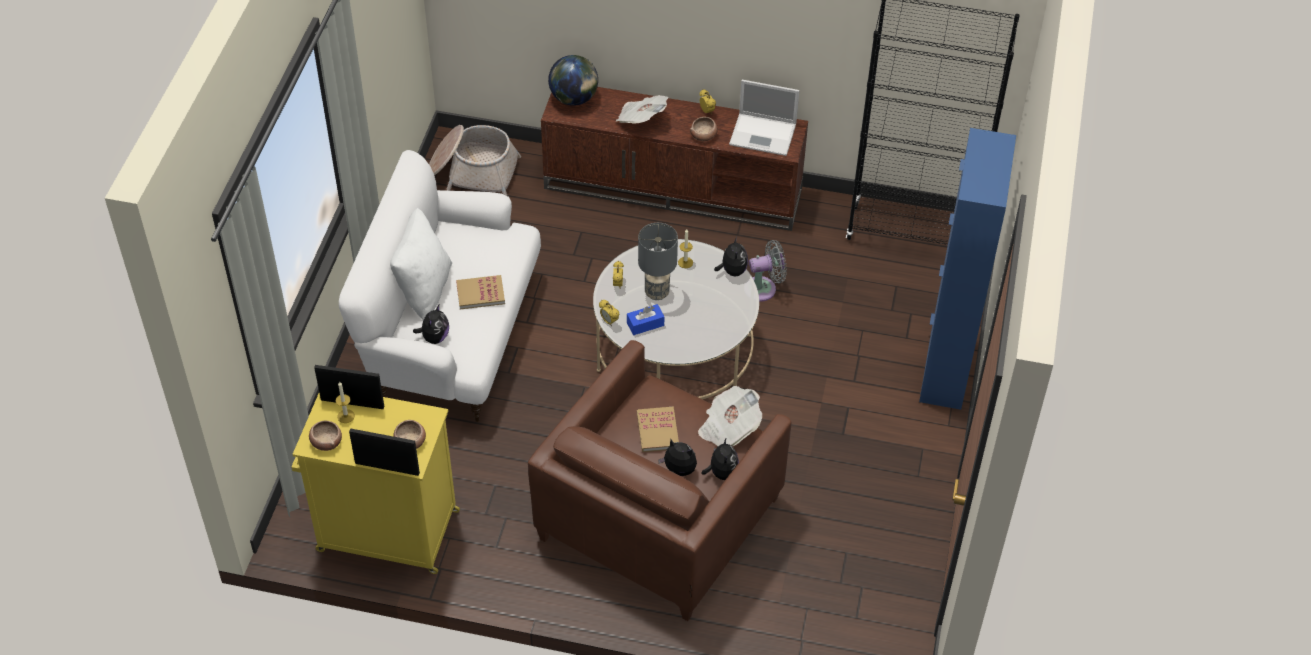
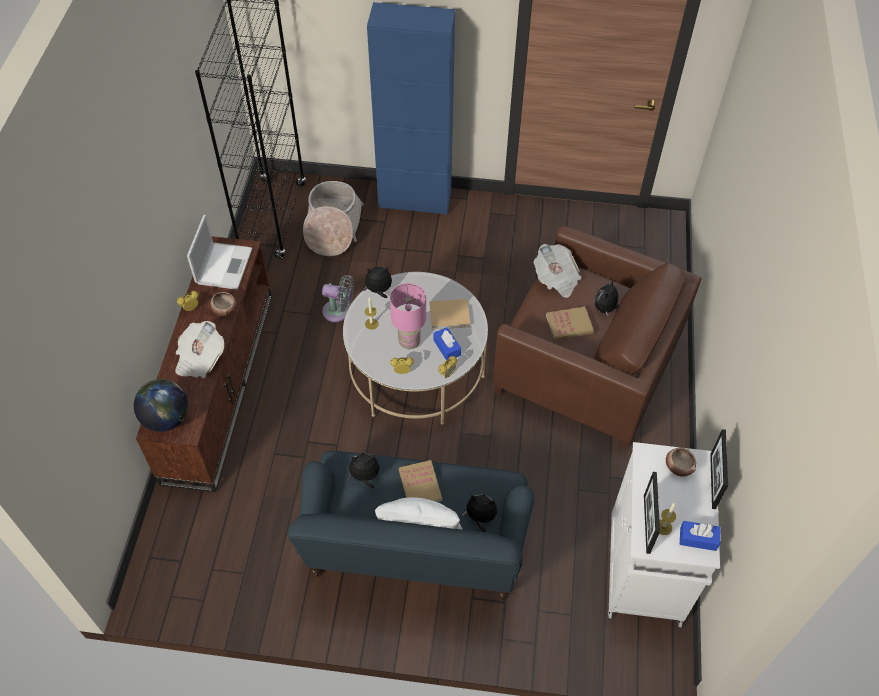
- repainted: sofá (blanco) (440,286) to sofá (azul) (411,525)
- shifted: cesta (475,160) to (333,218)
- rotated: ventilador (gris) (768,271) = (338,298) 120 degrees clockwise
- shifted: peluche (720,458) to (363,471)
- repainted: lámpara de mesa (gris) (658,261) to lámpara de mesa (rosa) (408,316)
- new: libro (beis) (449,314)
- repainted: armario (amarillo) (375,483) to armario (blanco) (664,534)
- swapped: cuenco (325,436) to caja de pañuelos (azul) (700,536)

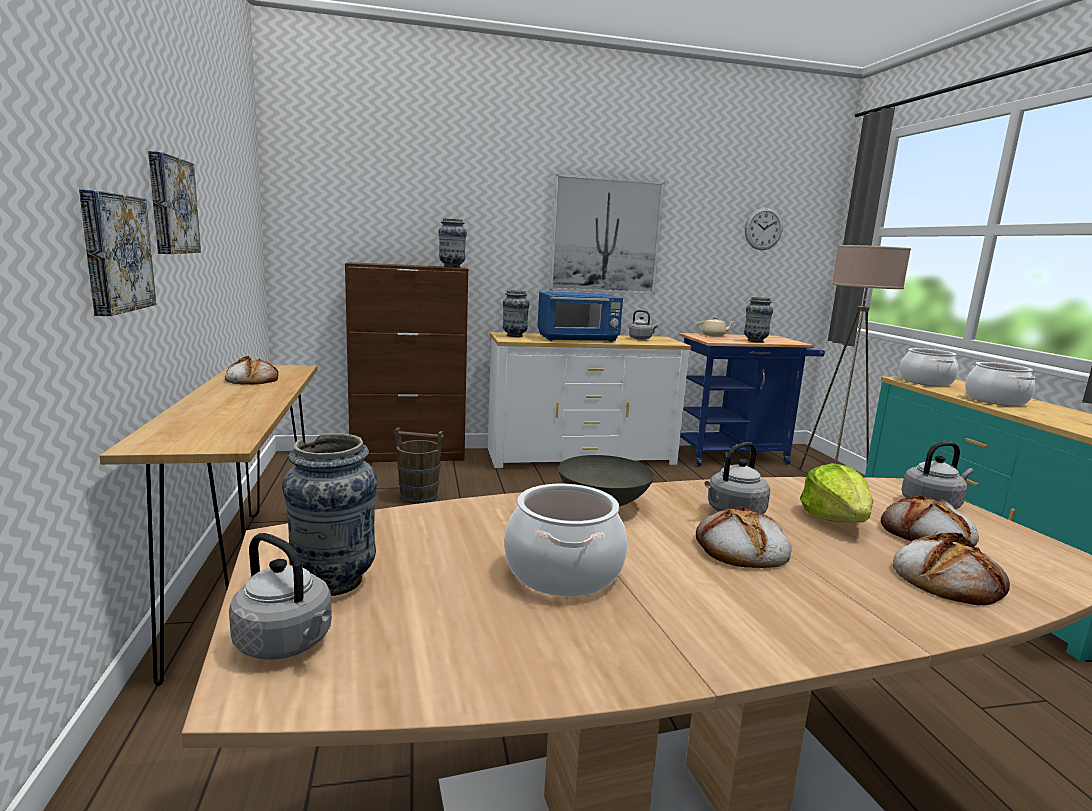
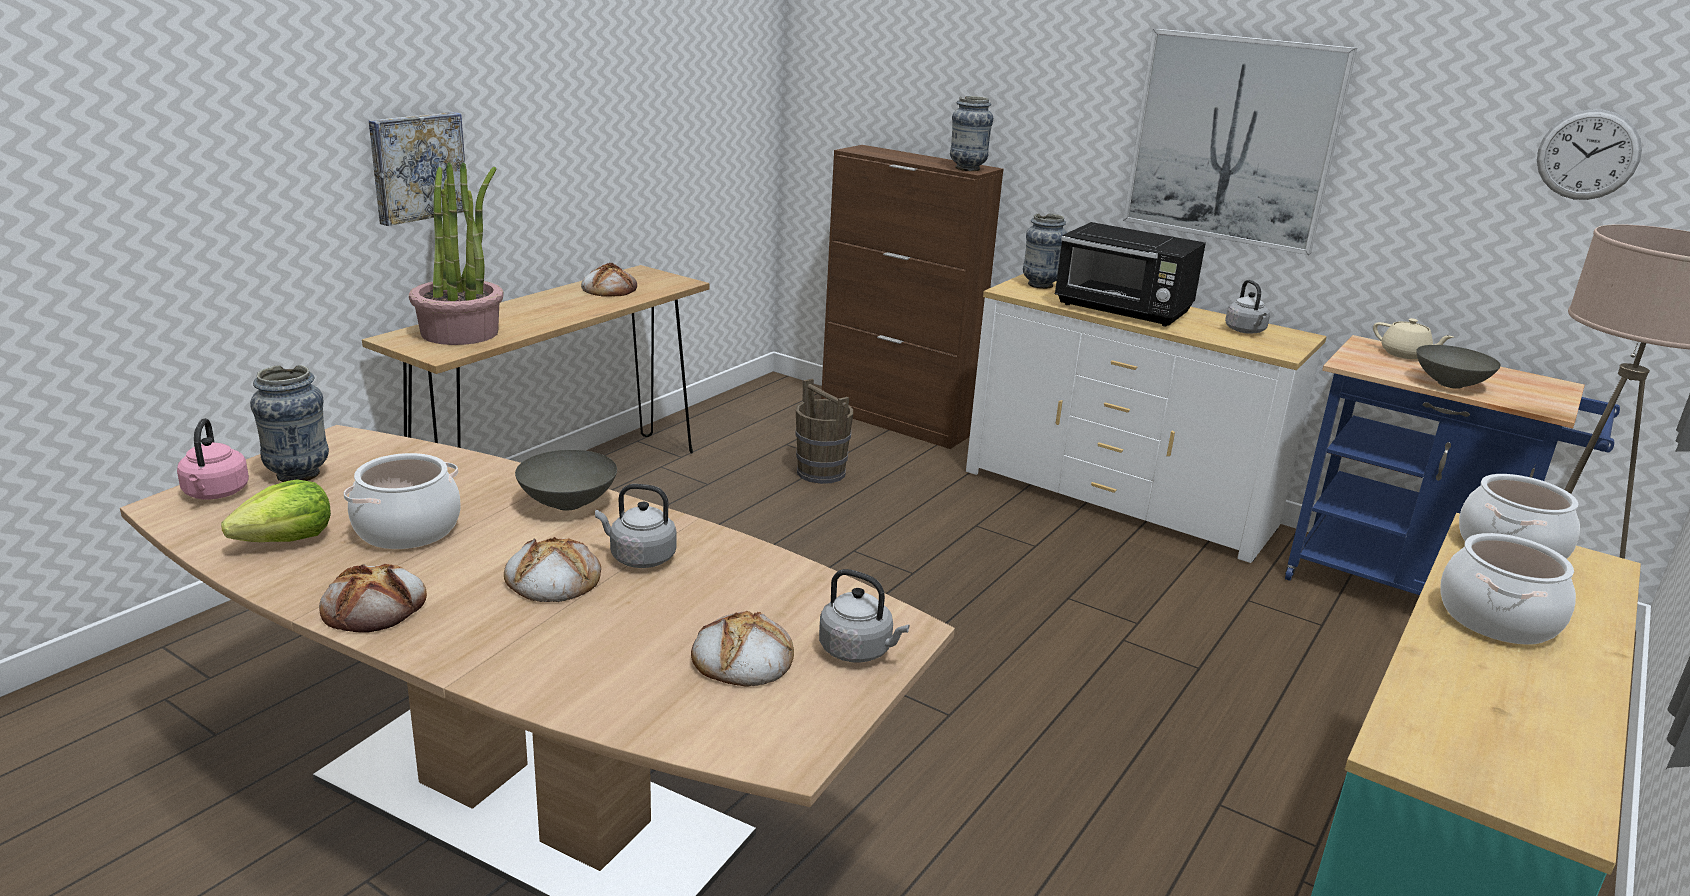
- repainted: hervidor (gris) (280,596) to hervidor (rosa) (213,458)
- shifted: lechuga (837,493) to (276,510)
- shifted: pan (951,569) to (373,598)
- new: planta en maceta (456,253)
- repainted: microondas (azul) (580,316) to microondas (negro) (1130,274)
- swapped: florero (758,320) to cuenco (gris) (1458,367)
- gone: cuadro (174,202)

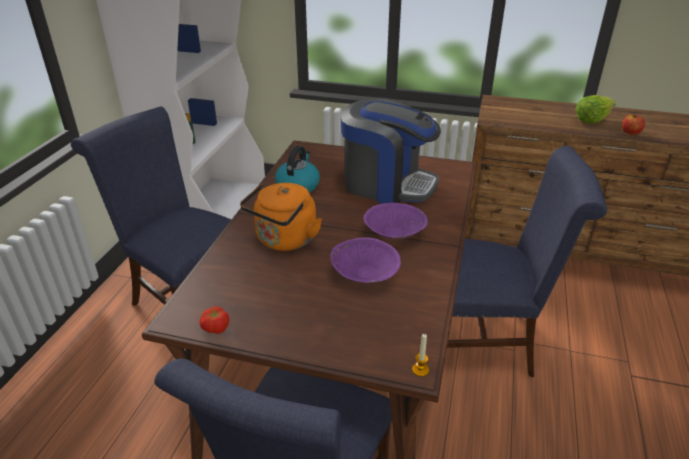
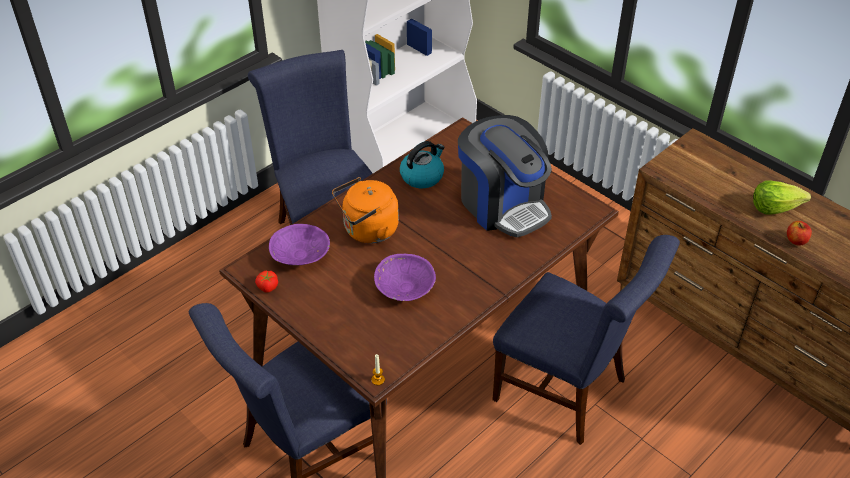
- shifted: cuenco (morado) (395,221) to (299,245)

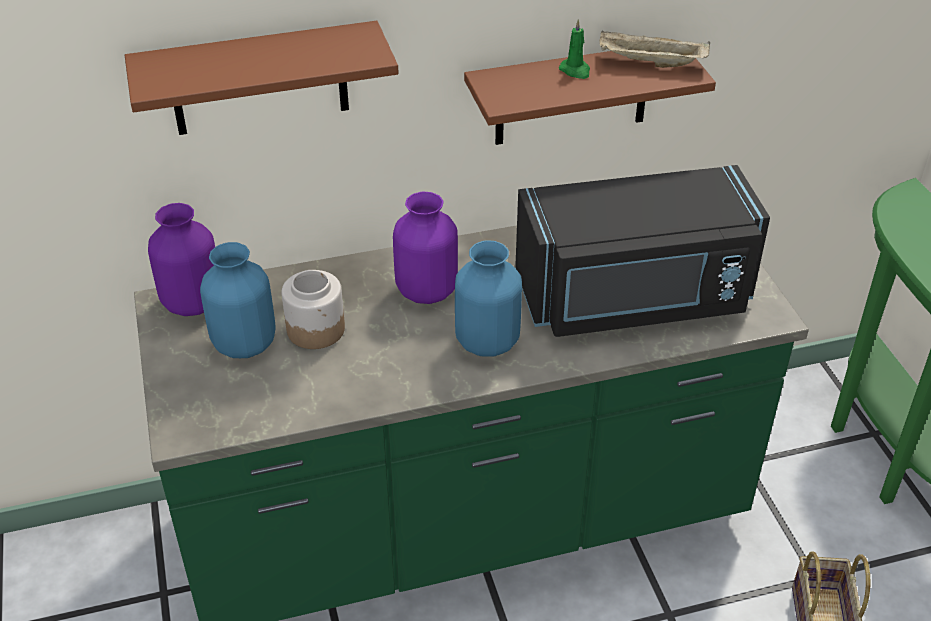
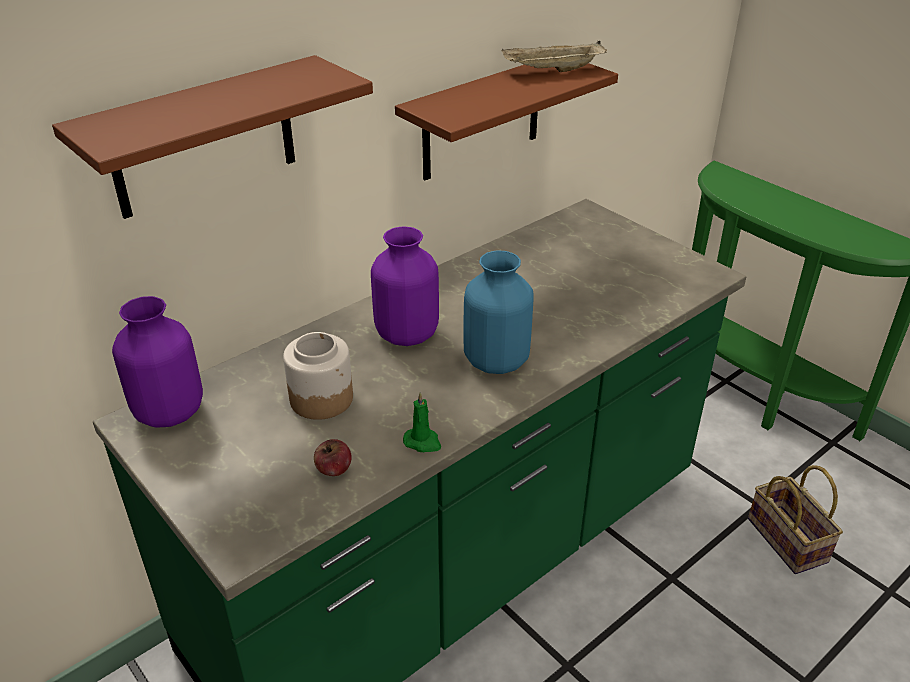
- new: manzana (332,457)
- shifted: vela (verde) (574,49) to (422,422)
- gone: florero (azul) (238,300)
- gone: microondas (negro) (642,251)

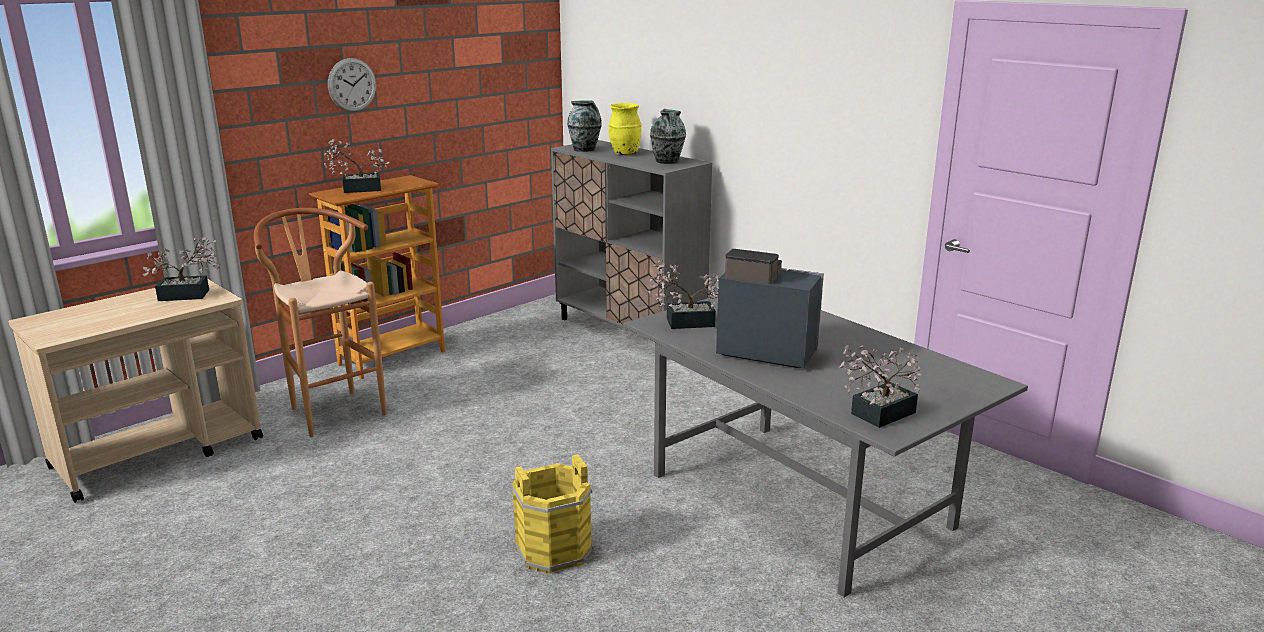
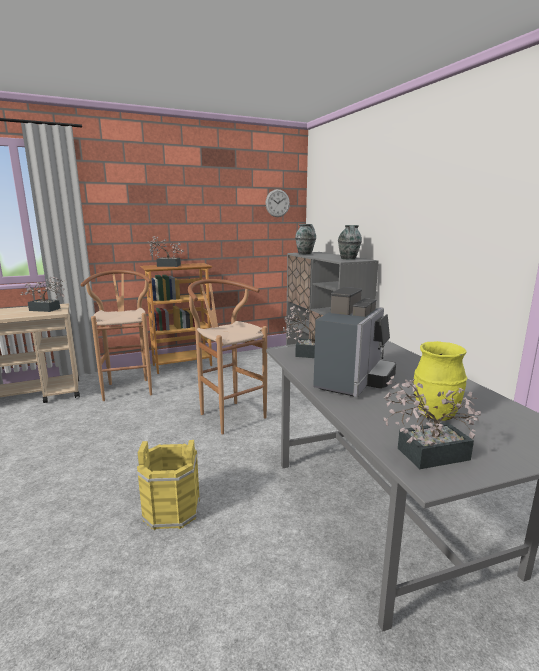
- new: taburete (marrón) (227,356)
- shifted: reloj de pared (352,85) to (277,203)
- rotated: cafetera (770,308) = (354,342) 75 degrees clockwise
- shifted: florero (amarillo) (625,129) to (440,381)

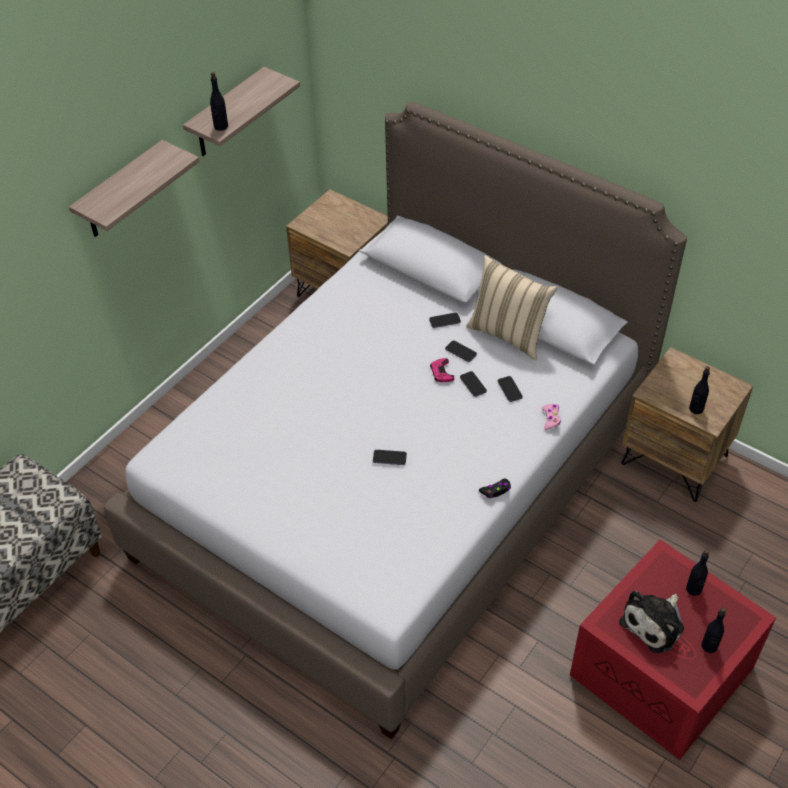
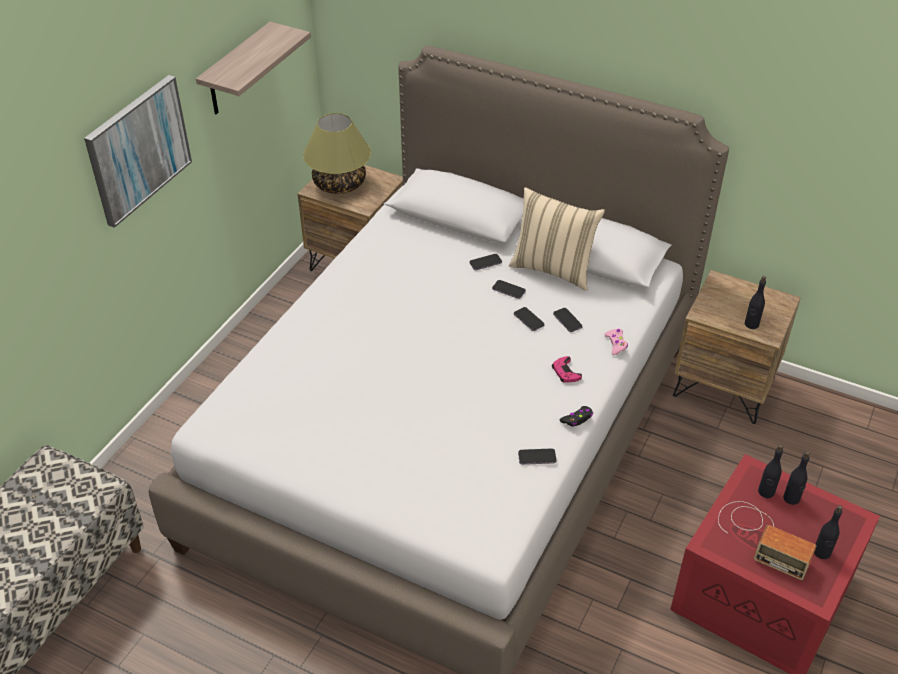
- swapped: estante (134,188) to cuadro (138,151)
- new: lámpara de mesa (337,153)
- shifted: móvil (390,457) to (537,456)
- shifted: mando de consola (rosa) (442,370) to (567,369)
- swapped: peluche (651,622) to radio (767,540)
- shifted: botella (negro) (219,101) to (770,471)

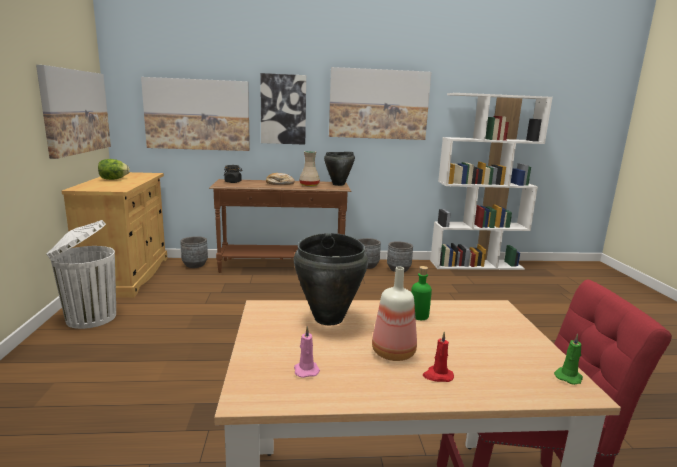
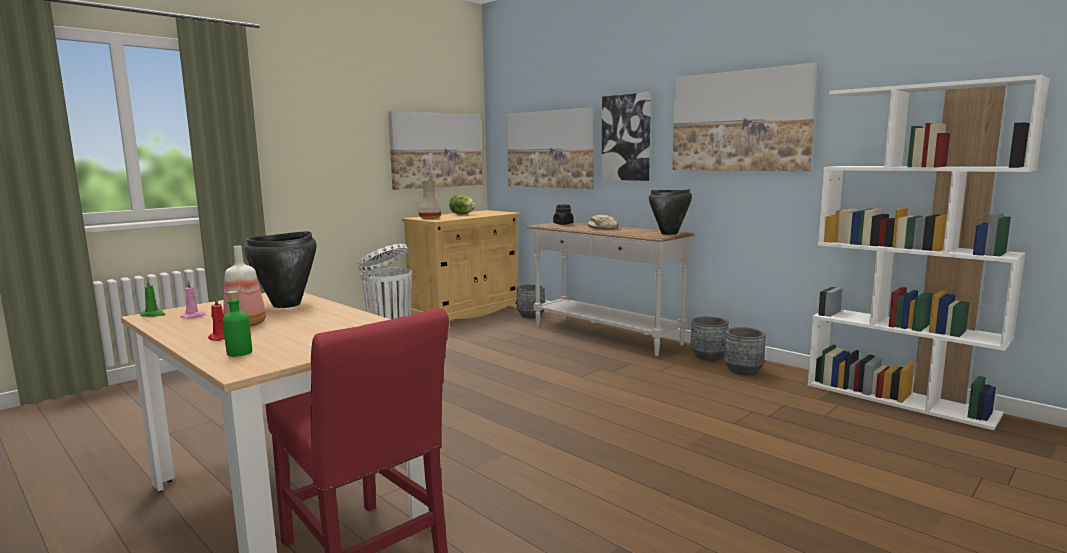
- shifted: vela (verde) (568,359) to (153,298)
- shifted: botella (verde) (421,293) to (237,324)
- shifted: florero (beis) (309,168) to (429,200)
- repainted: mesa consola (marrón) (280,226) to mesa consola (blanco) (610,289)

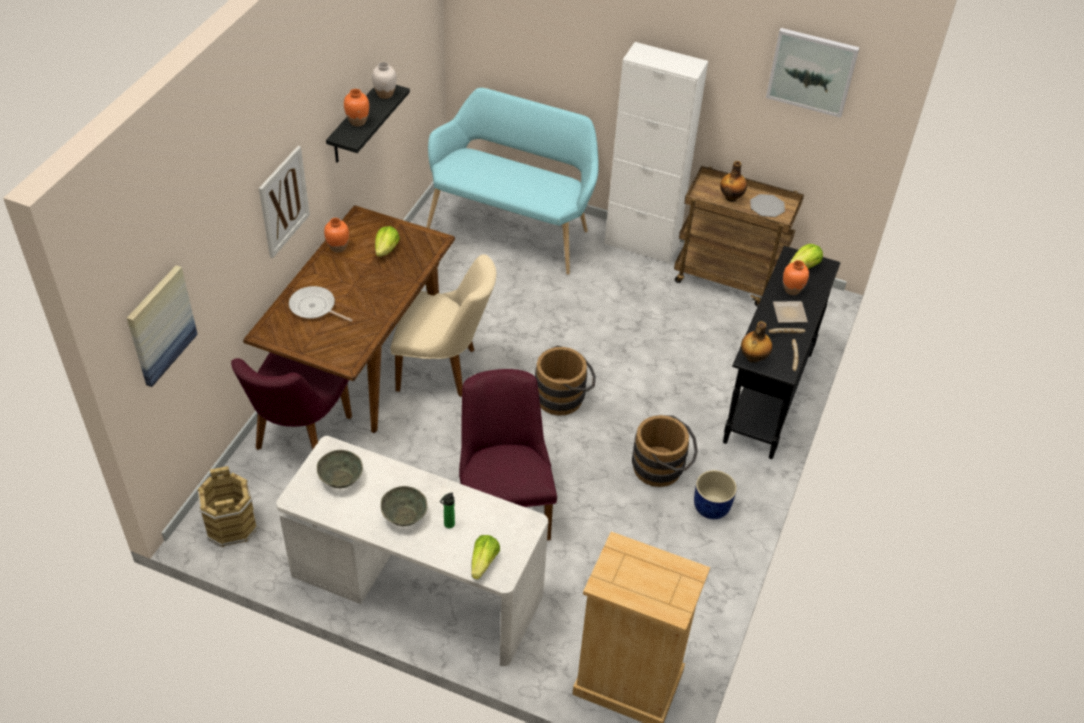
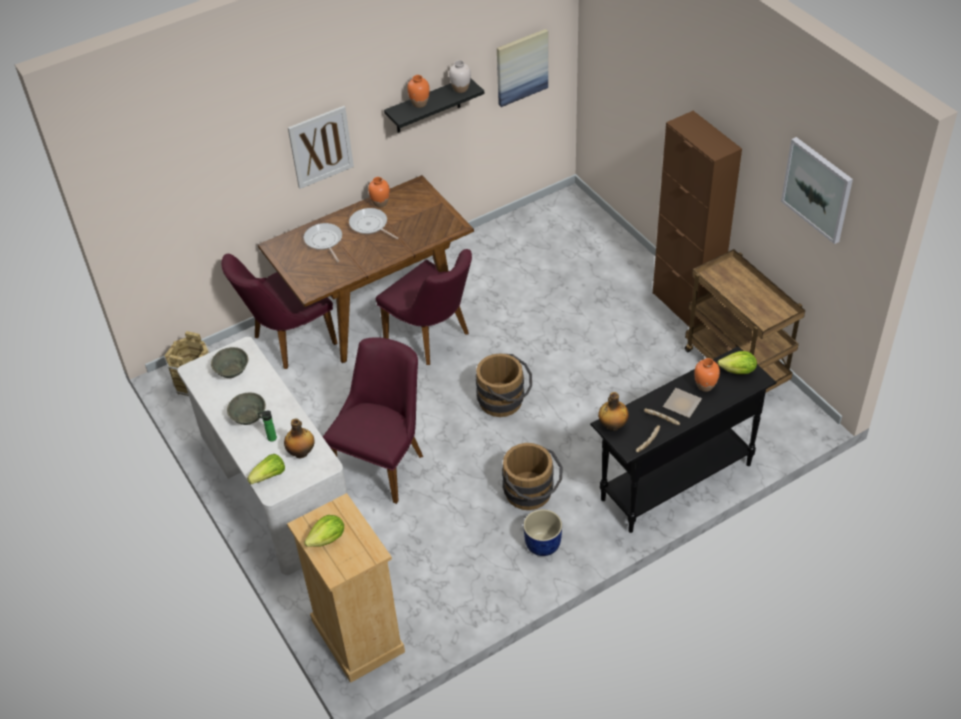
- shifted: botella (733,181) to (299,439)
- shifted: lechuga (387,241) to (324,531)
- new: sartén (373,223)
- repainted: silla (beis) (443,325) to silla (morado) (424,307)
- shifted: cuadro (162,326) to (522,68)
- repainted: armario (blanco) (656,153) to armario (marrón) (697,219)
- gone: banco (turquesa) (512,181)
- gone: plato (767,205)

